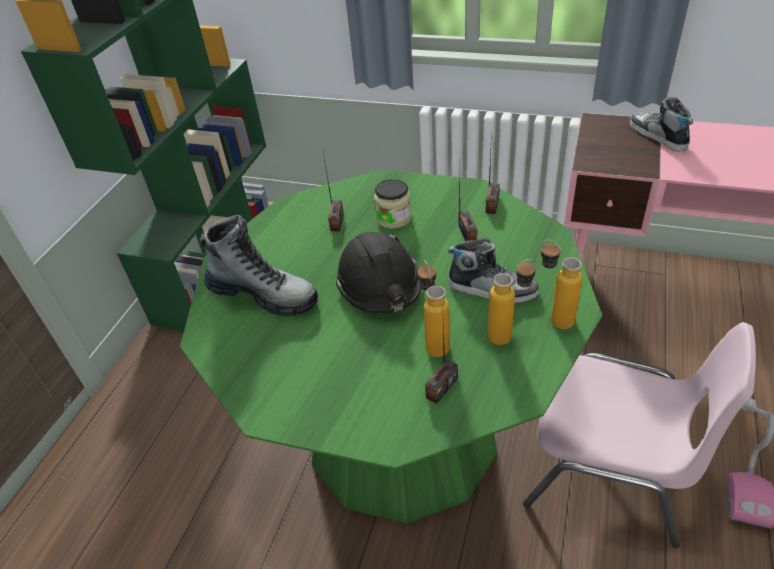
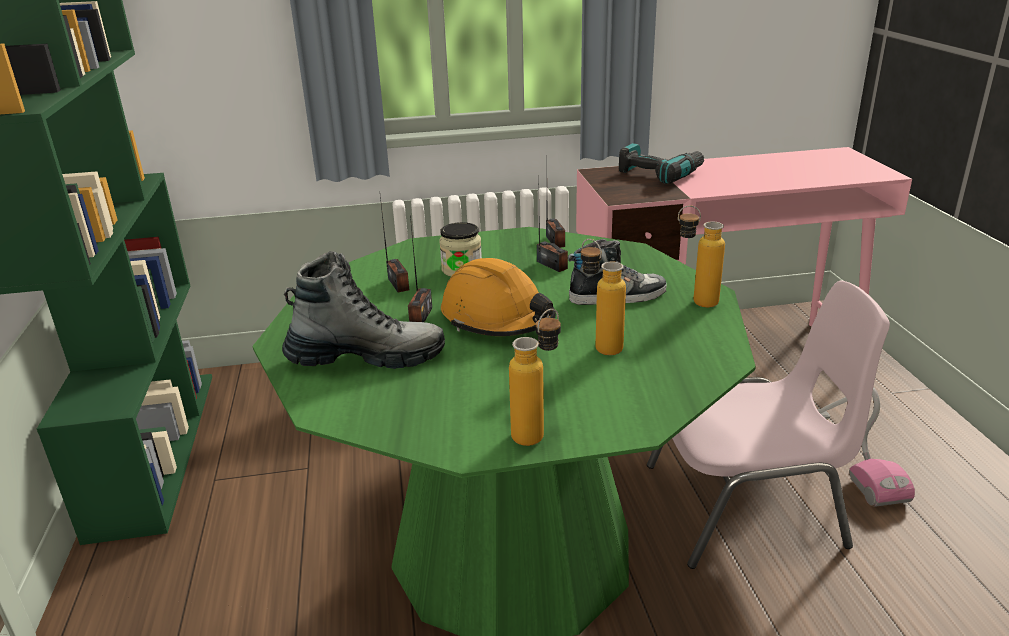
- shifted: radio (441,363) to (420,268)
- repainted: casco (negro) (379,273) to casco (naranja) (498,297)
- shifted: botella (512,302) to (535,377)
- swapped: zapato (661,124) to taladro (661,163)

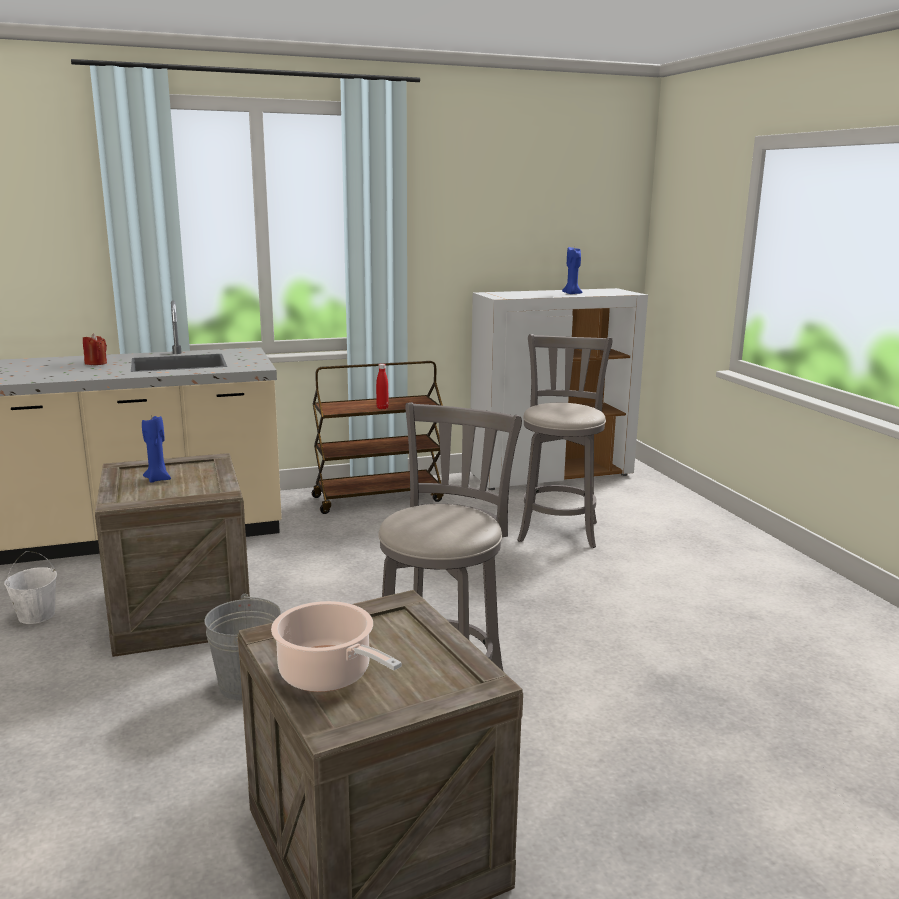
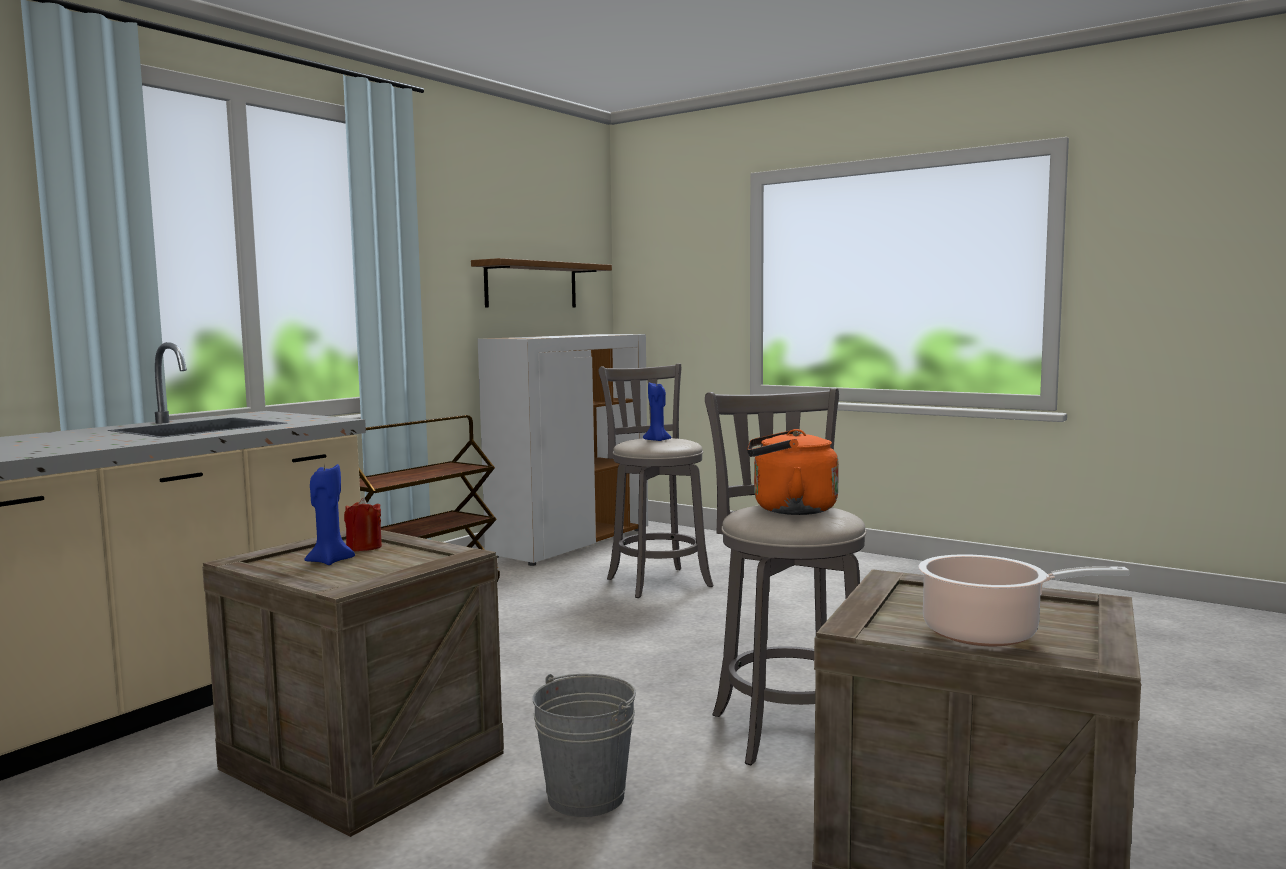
- shifted: vela (rojo) (95,349) to (363,524)
- new: estante (541,283)
- shifted: vela (azul) (572,270) to (657,412)
- new: hervidor (naranja) (793,472)
- gone: cubo (blanco) (30,587)
- gone: botella (rojo) (382,386)

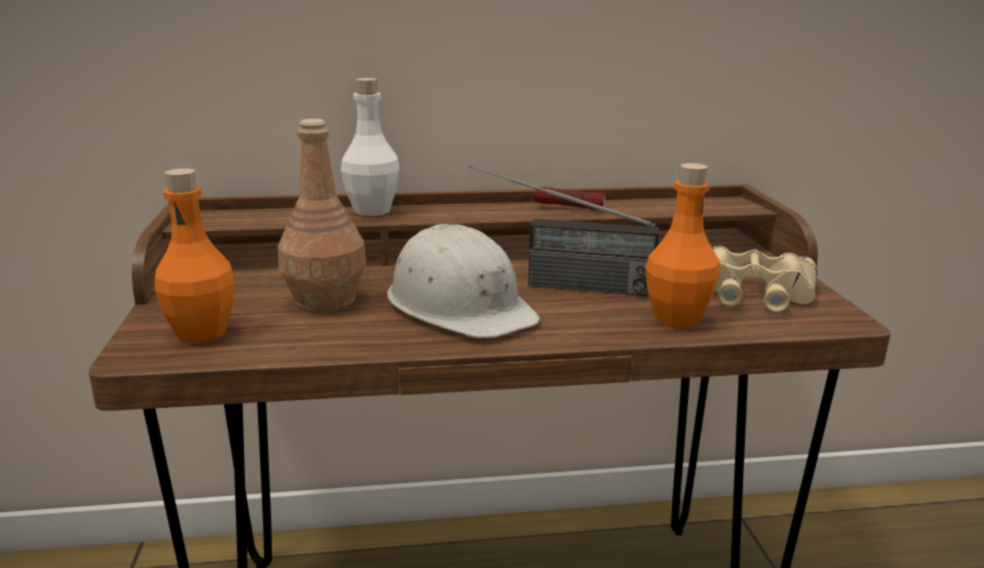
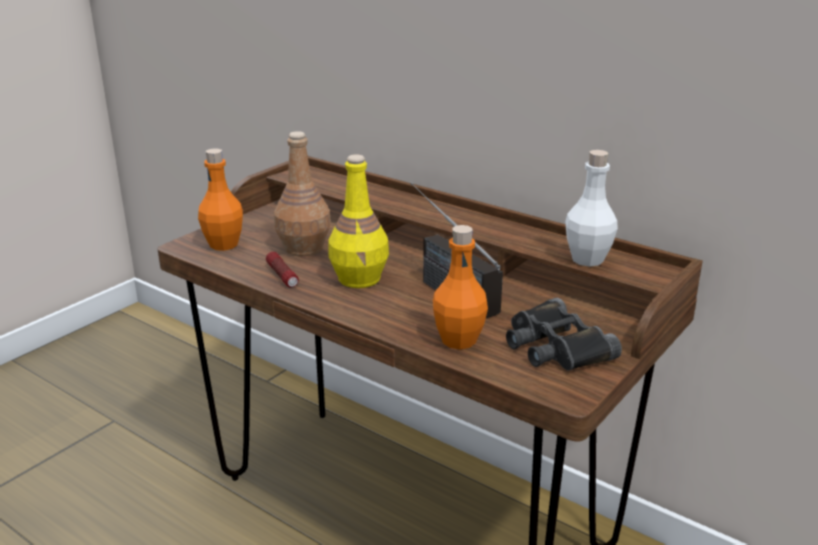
- shifted: linterna (570,198) to (282,270)
- swapped: casco (blanco) (463,281) to botella (amarillo) (358,221)
- repainted: prismáticos (beis) (764,279) to prismáticos (negro) (564,334)
- shifted: botella (blanco) (370,147) to (591,208)

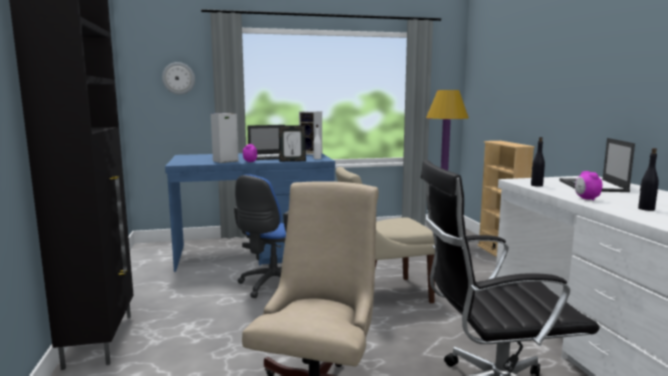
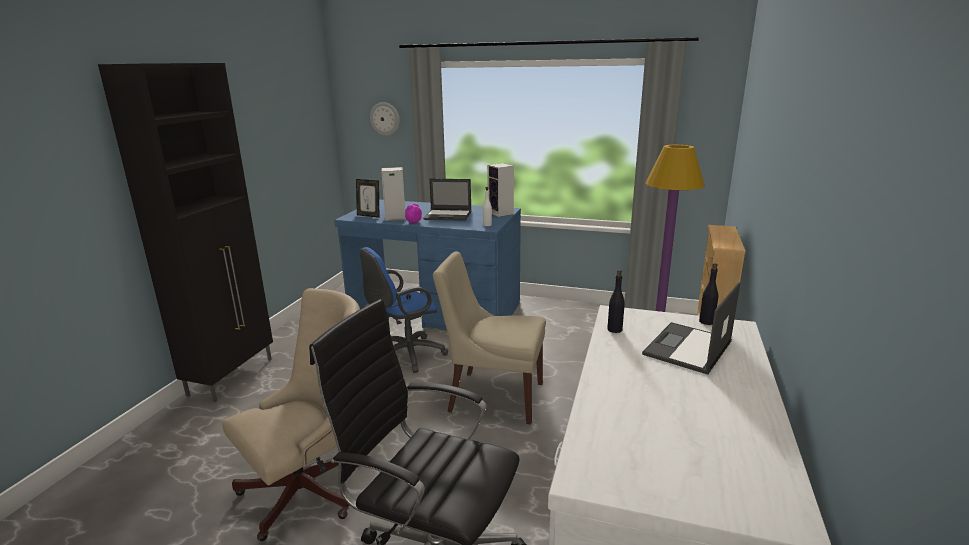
- shifted: portarretratos (292,143) to (367,198)
- shifted: botella (negro) (648,179) to (708,294)
- gone: despertador (588,186)

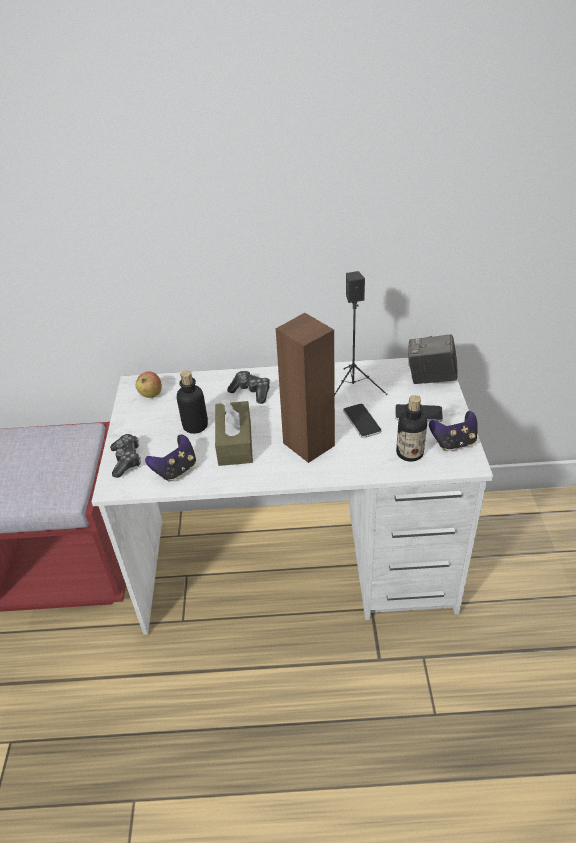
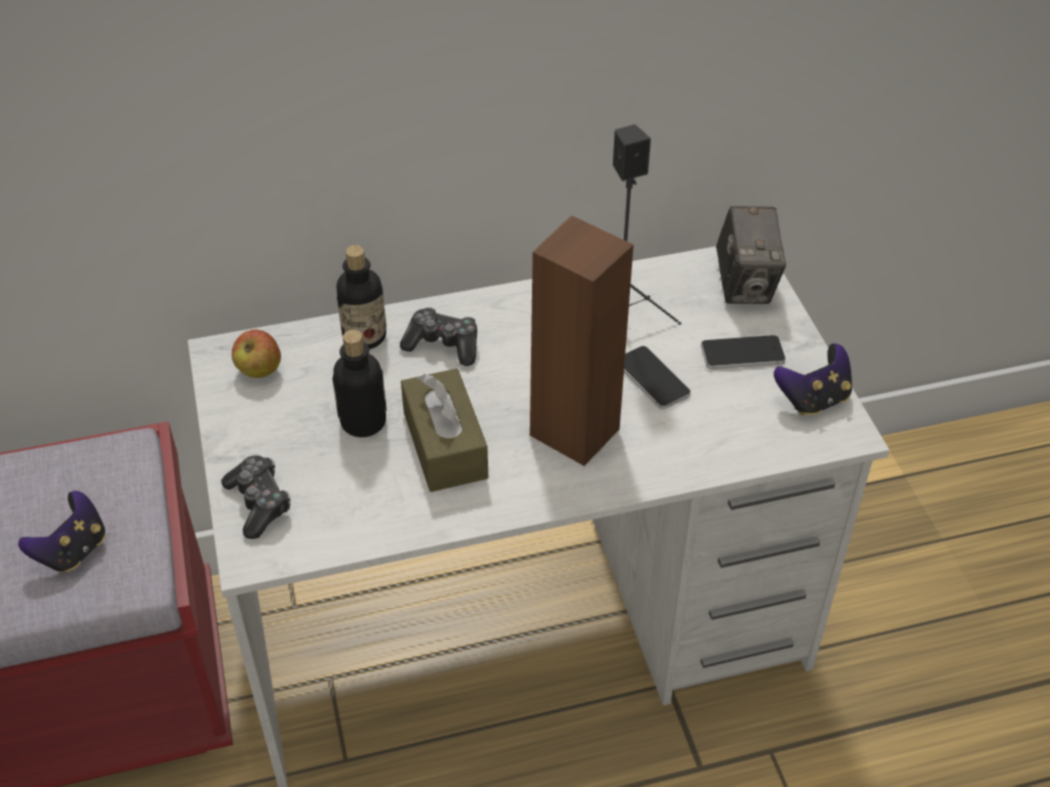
- shifted: mando de consola (170,458) to (62,532)
- shifted: botella (411,428) to (361,297)
- rotated: cámara (433,359) = (751,255) 90 degrees counterclockwise

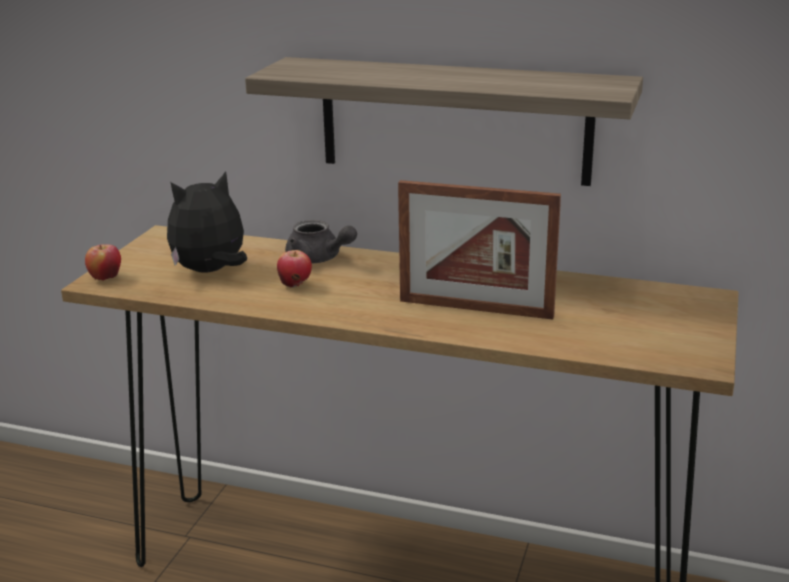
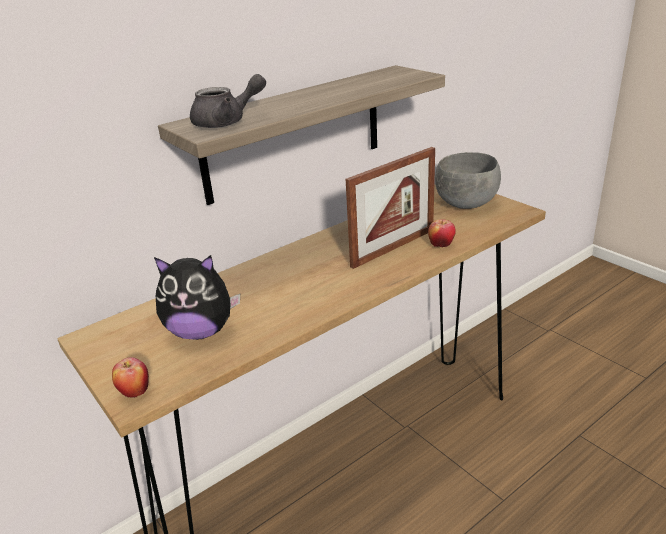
- rotated: peluche (207,222) = (197,297) 90 degrees counterclockwise
- shifted: tetera (gris) (321,242) to (228,101)
- shifted: manzana (294,269) to (442,233)
- new: cuenco (gris) (468,180)

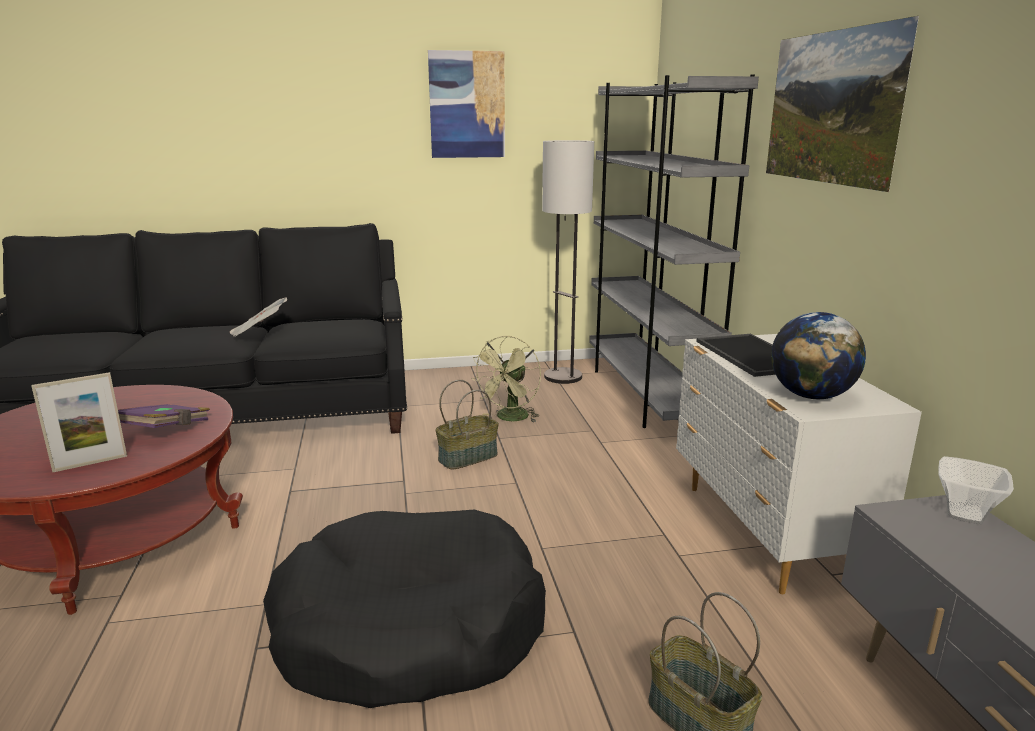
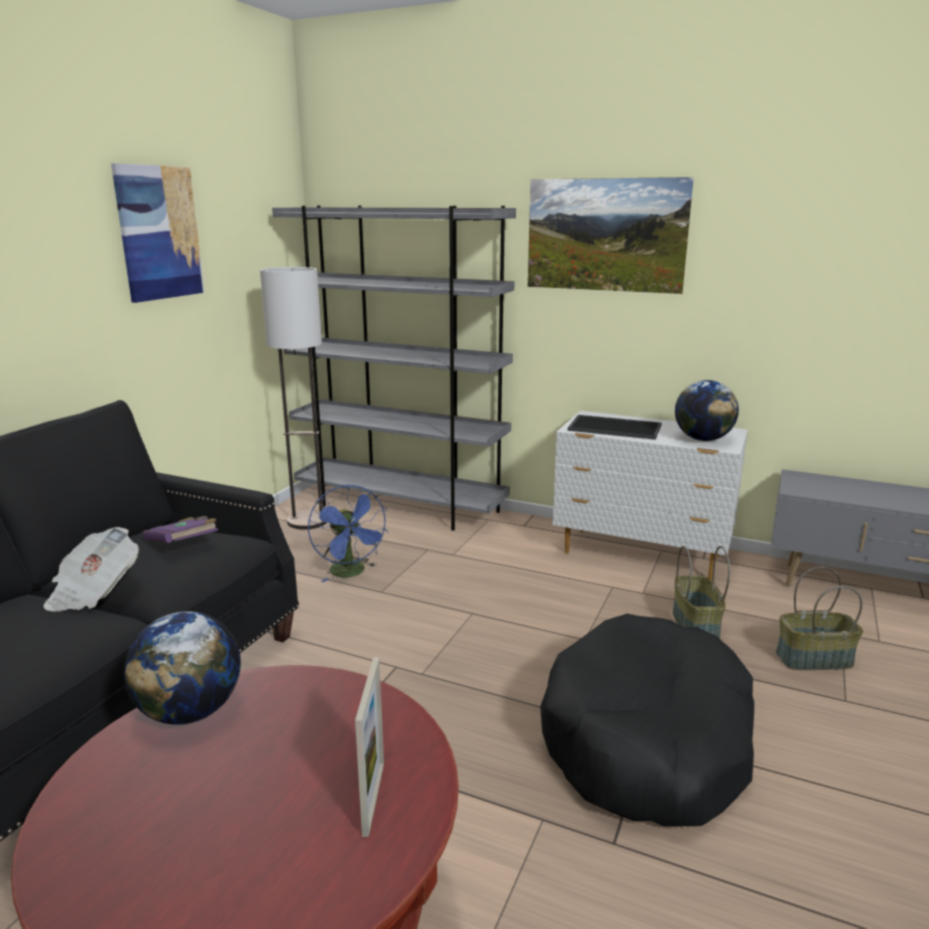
- new: globo terráqueo (182,668)
- shifted: libro (morado) (164,416) to (180,529)
- repainted: ventilador (verde) (506,379) to ventilador (azul) (348,533)
- shifted: cesta (467,424) to (701,592)
- gone: cuenco (976,490)

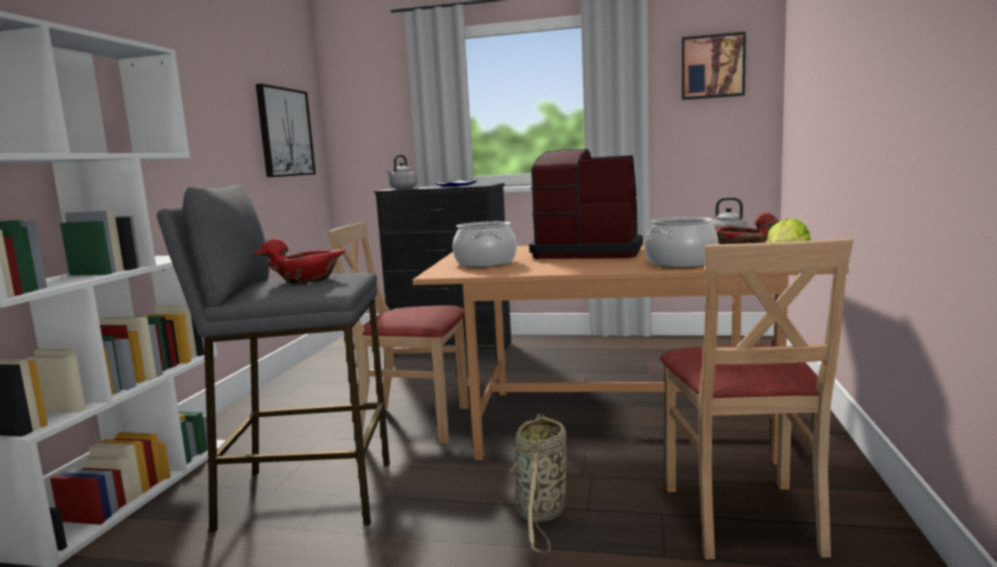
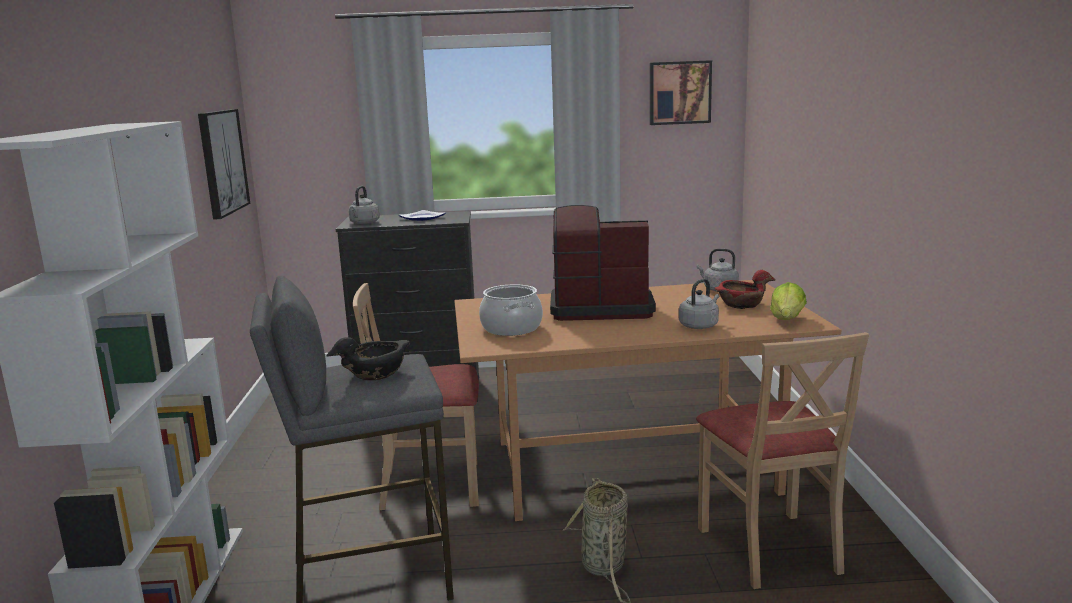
- repainted: cuenco (rojo) (299,260) to cuenco (negro) (368,358)
- swapped: olla (682,242) to hervidor (gris) (699,304)

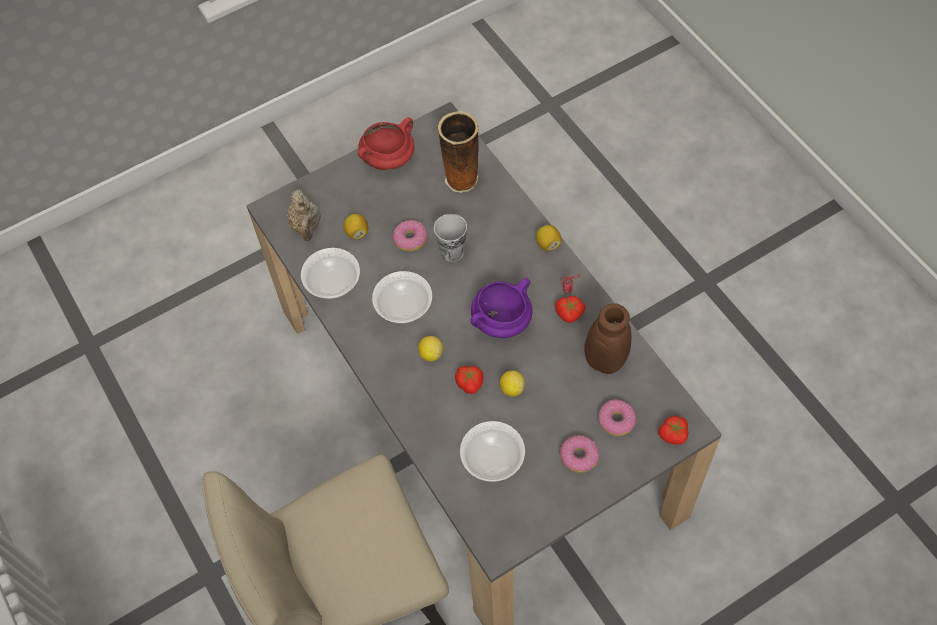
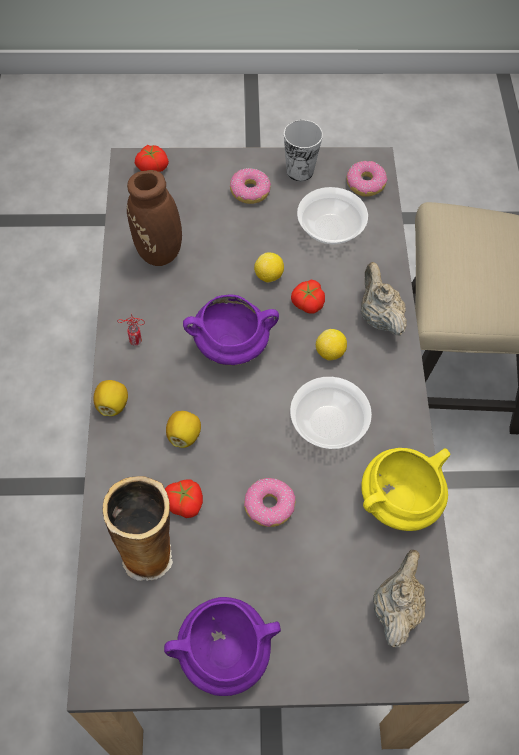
- repainted: olla (rojo) (386,144) to olla (morado) (222,646)
- shifted: tomate (570,309) to (184,499)
- shifted: limón (356,226) to (183,429)
- shifted: taza (450,238) to (303,150)
- shifted: rosquilla (617,417) to (367,179)
- new: tetera (beis) (384,299)
- swapped: cuenco (330,273) to olla (amarillo) (405,489)

